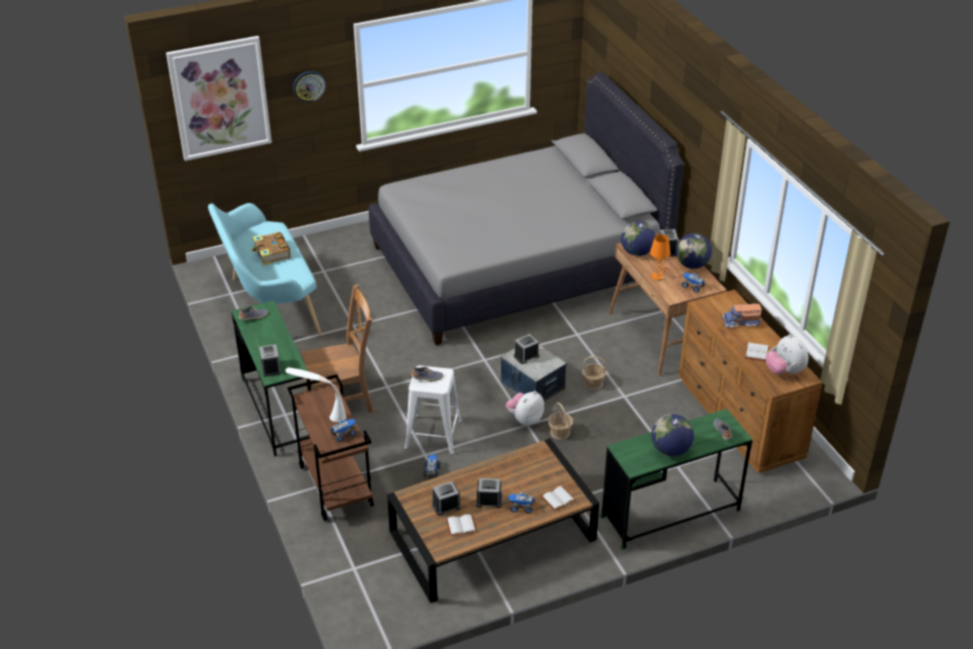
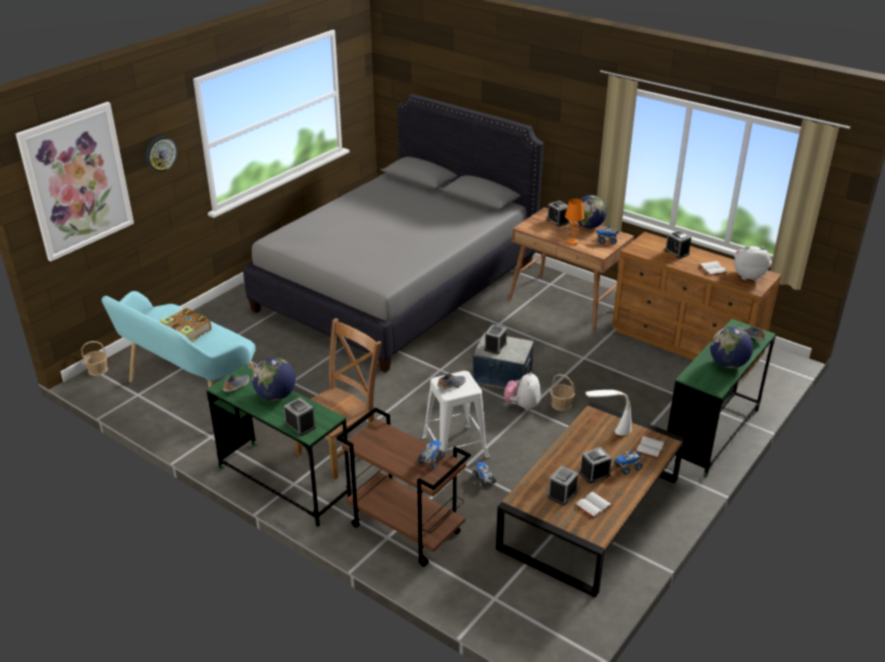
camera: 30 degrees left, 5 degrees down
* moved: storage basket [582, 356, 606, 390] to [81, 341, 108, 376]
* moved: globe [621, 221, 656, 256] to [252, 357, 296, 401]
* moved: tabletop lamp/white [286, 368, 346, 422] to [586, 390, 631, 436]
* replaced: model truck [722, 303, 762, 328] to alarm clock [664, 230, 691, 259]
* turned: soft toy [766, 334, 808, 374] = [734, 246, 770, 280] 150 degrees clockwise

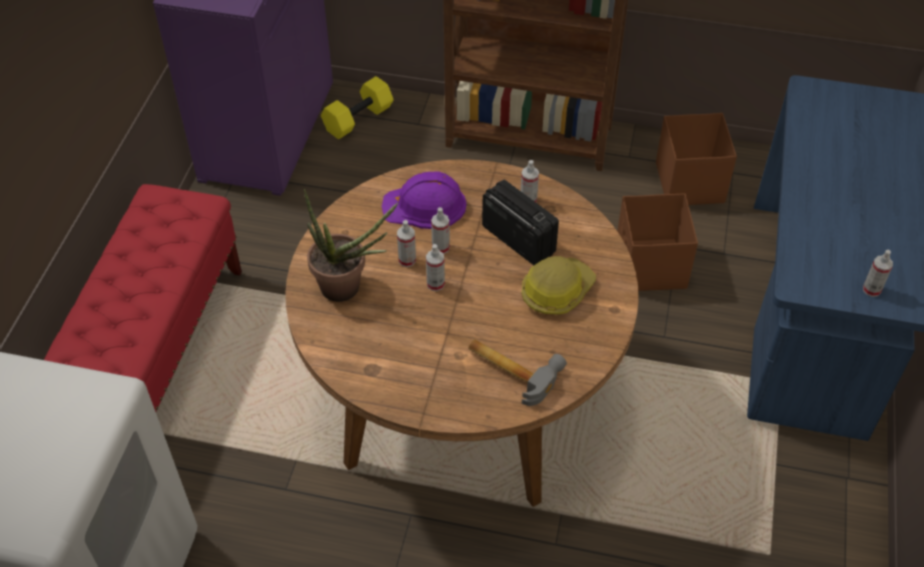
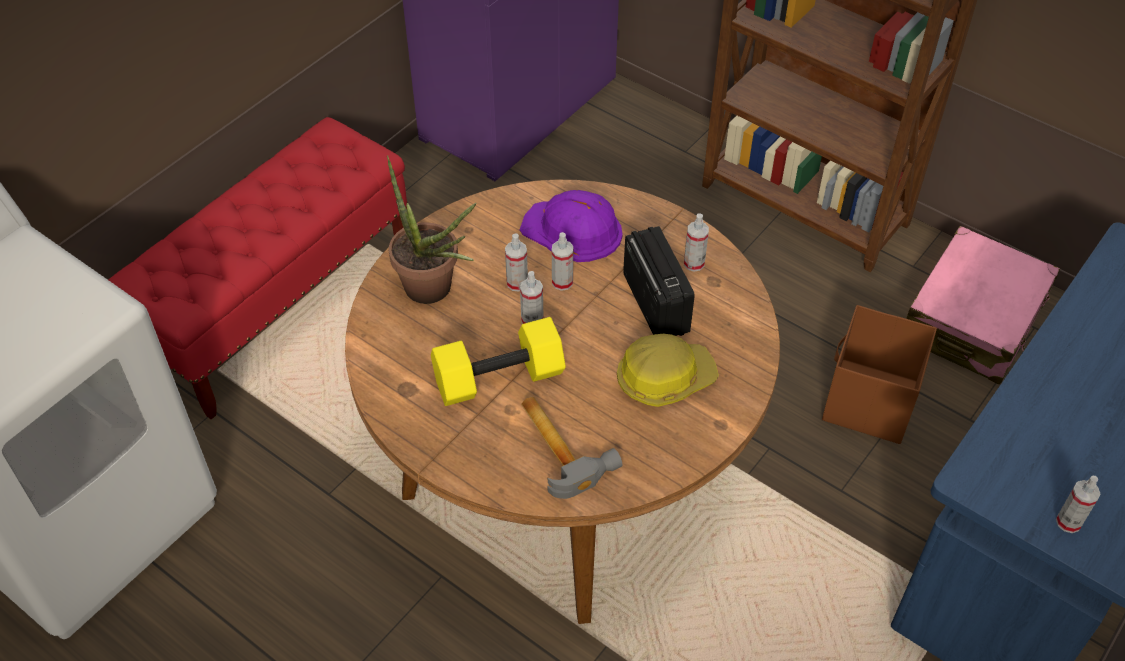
camera: 25 degrees right, 0 degrees up
* moved: dumbbell/yellow-coloured [321, 76, 394, 139] to [431, 317, 566, 406]
* replaced: storage bin/brown-coloured [656, 113, 737, 205] to suitcase/pinkish [906, 226, 1060, 384]

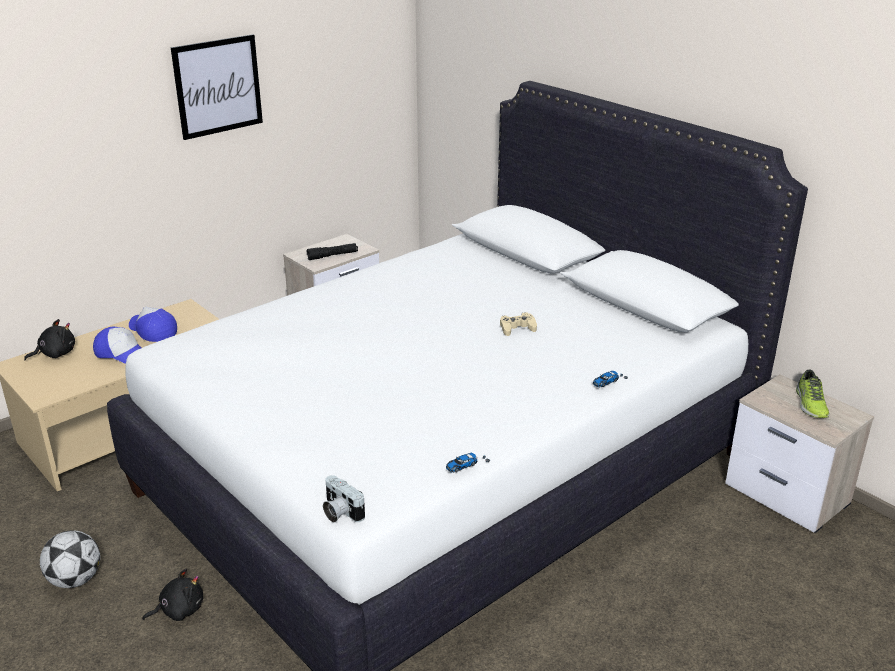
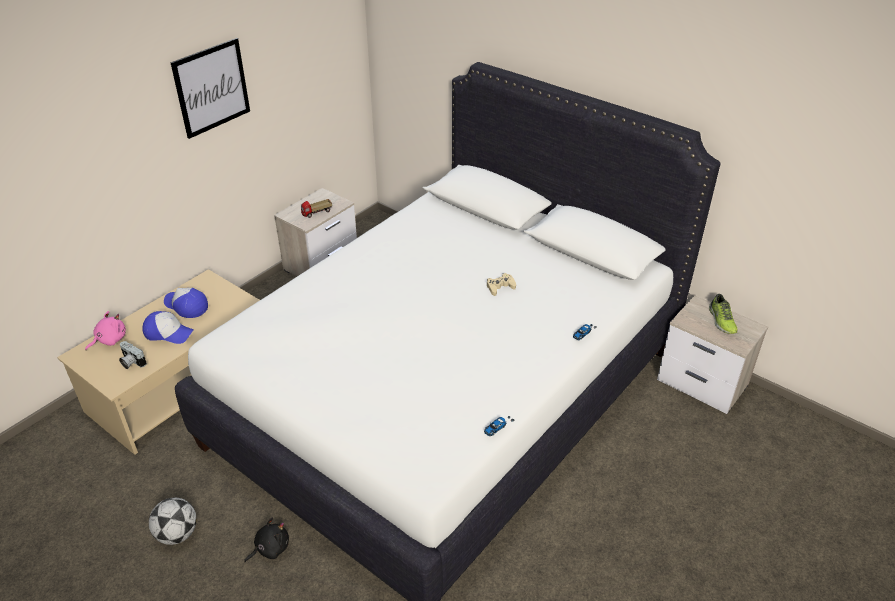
camera: 10 degrees left, 10 degrees up
* recoloured: soft toy/black [24, 319, 75, 361] to soft toy/pinkish [85, 311, 126, 351]
* moved: photo camera [323, 475, 365, 523] to [119, 341, 147, 369]
* replaced: torch/black [307, 243, 358, 260] to model truck [301, 199, 332, 218]

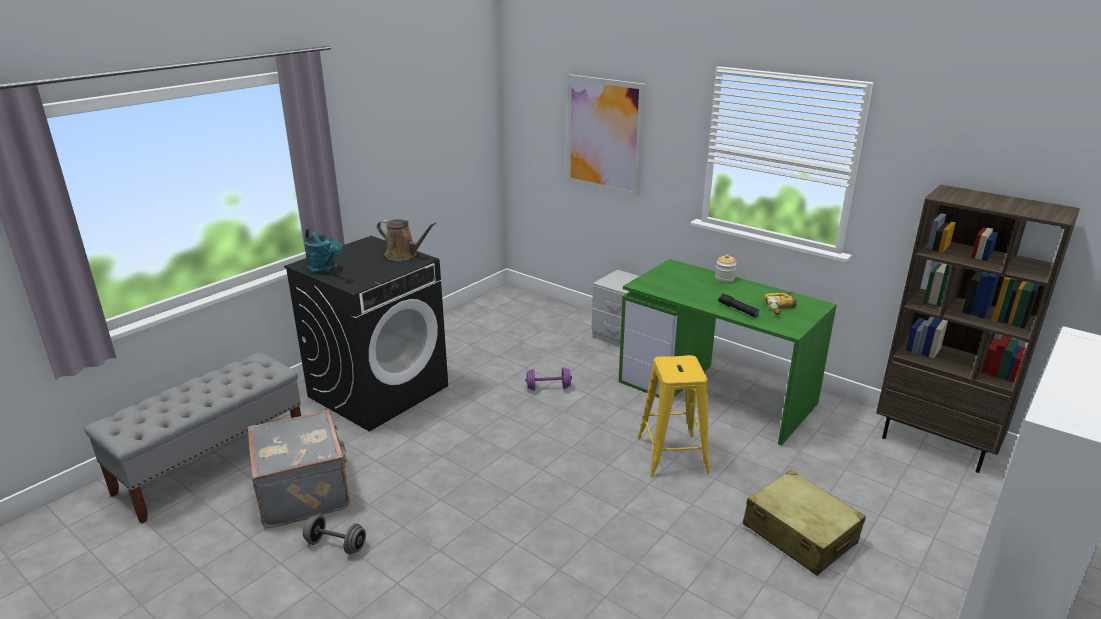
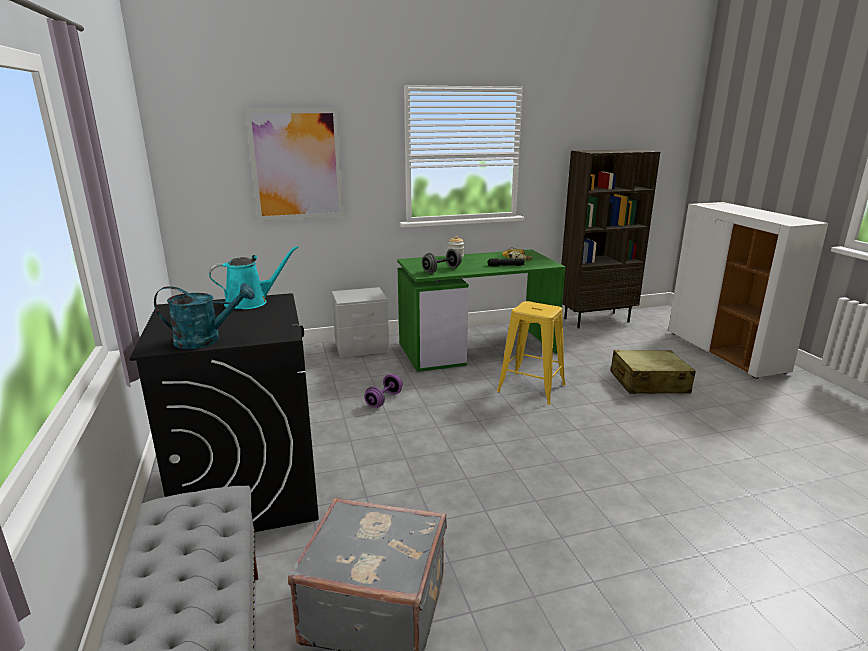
camera: 55 degrees left, 5 degrees down
* recoloured: watering can/brown-coloured [377, 219, 437, 261] to watering can/turquoise-coloured [209, 246, 298, 309]
* moved: dumbbell/greyish [303, 515, 366, 554] to [421, 249, 462, 273]

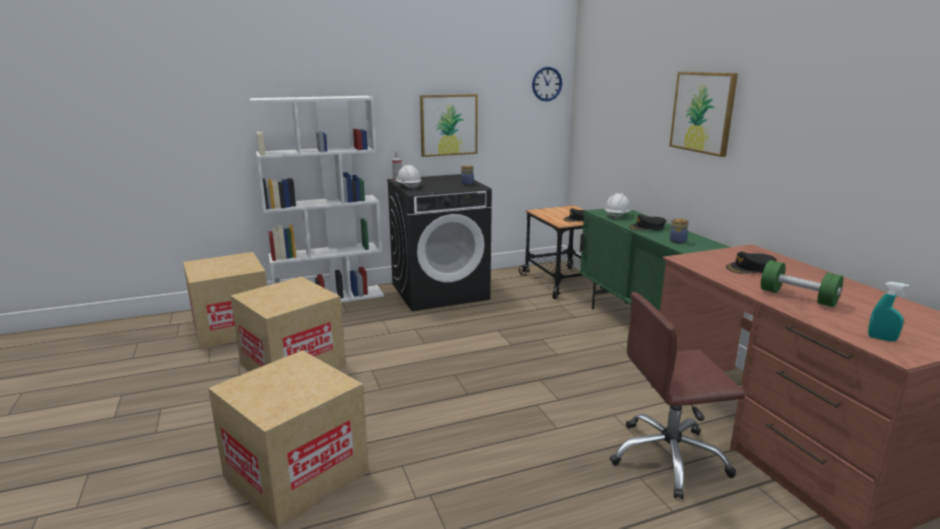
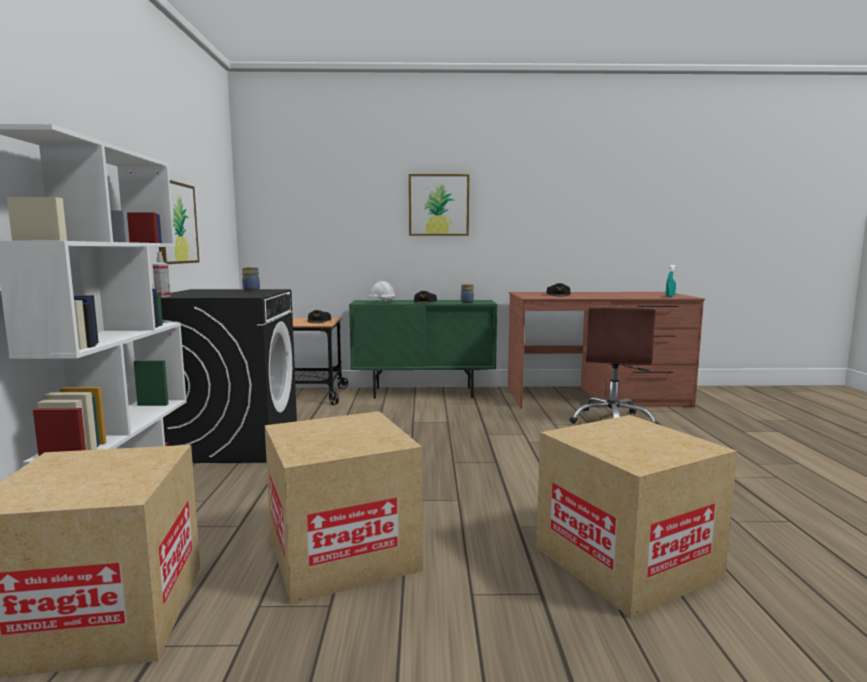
camera: 70 degrees left, 10 degrees down
* removed: safety helmet/white [396, 165, 422, 190]
* removed: hanging clock [532, 67, 562, 101]
* removed: dumbbell/green [761, 260, 843, 307]

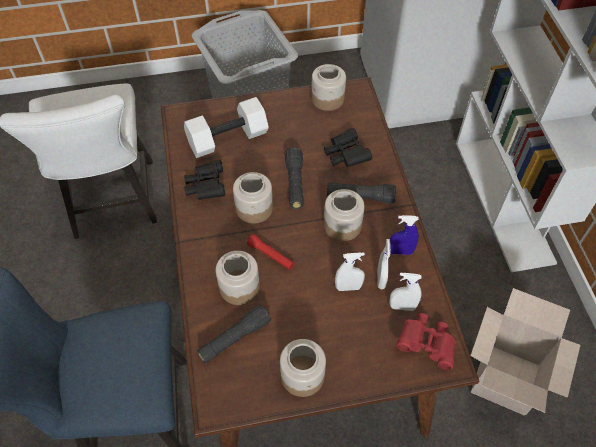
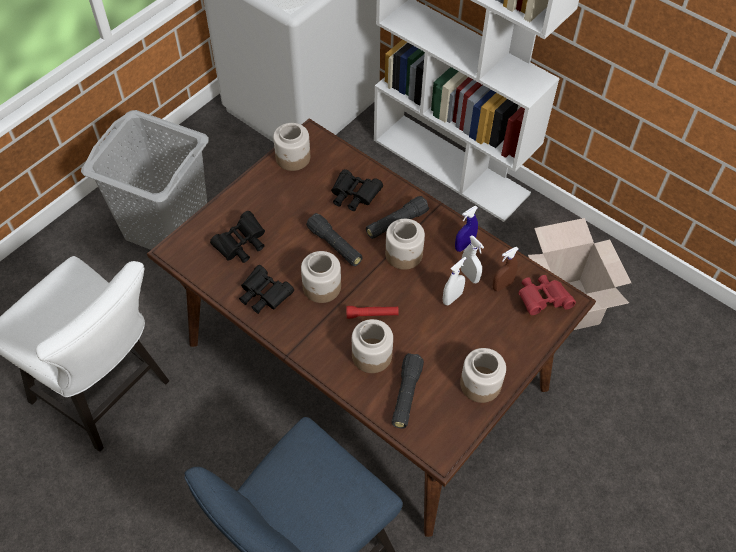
camera: 40 degrees left, 0 degrees up
* replaced: dumbbell/white [184, 97, 269, 158] to pair of binoculars/black [210, 211, 265, 263]
* recoloured: hand sprayer/white [389, 273, 422, 311] to hand sprayer/brown-coloured [493, 247, 519, 291]

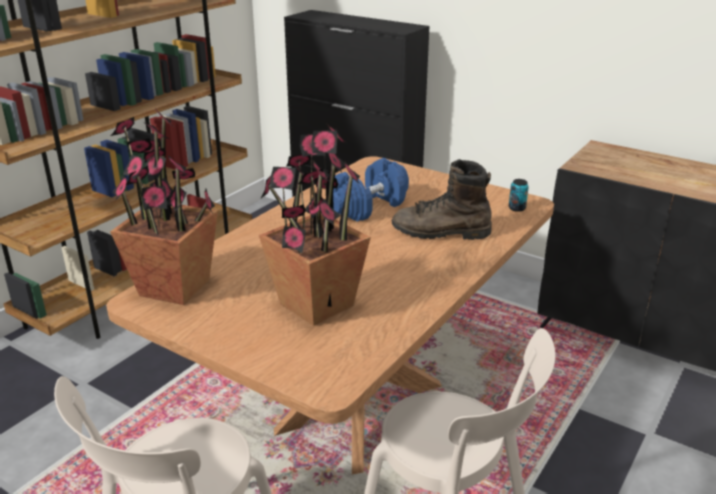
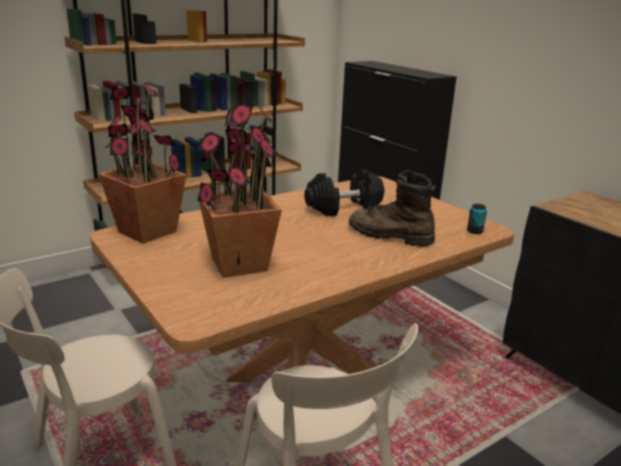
camera: 20 degrees right, 5 degrees down
* recoloured: dumbbell/blue-coloured [333, 158, 409, 222] to dumbbell/black [304, 169, 384, 216]

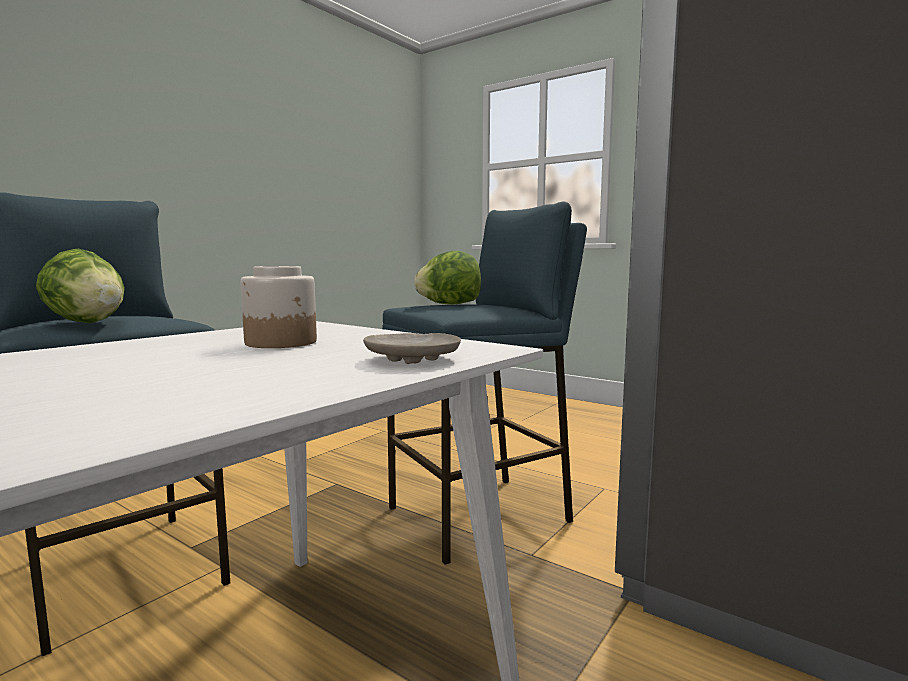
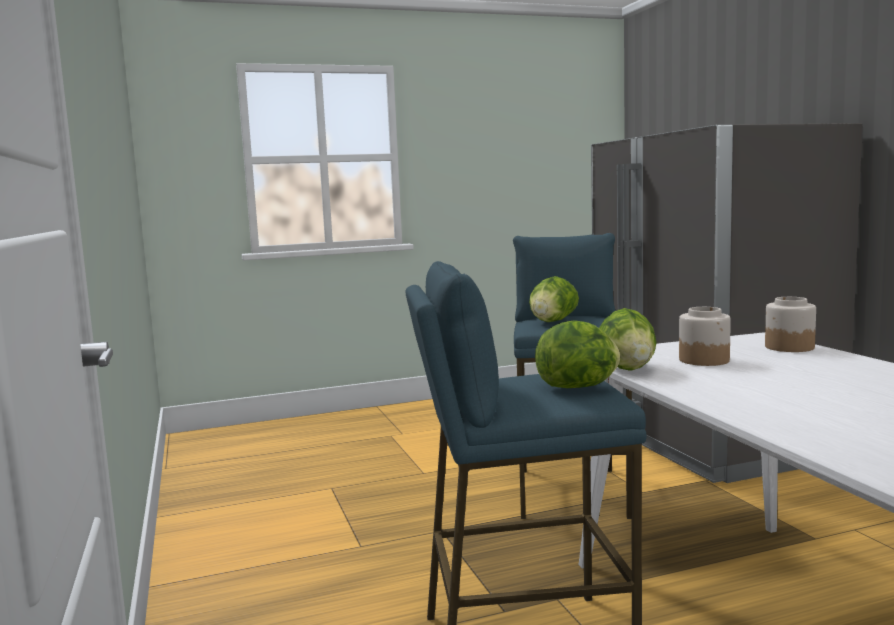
camera: 55 degrees left, 0 degrees up
* added: head of lettuce [599, 308, 657, 371]
* replaced: plate/beige [363, 333, 461, 364] to storage jar [765, 297, 816, 352]

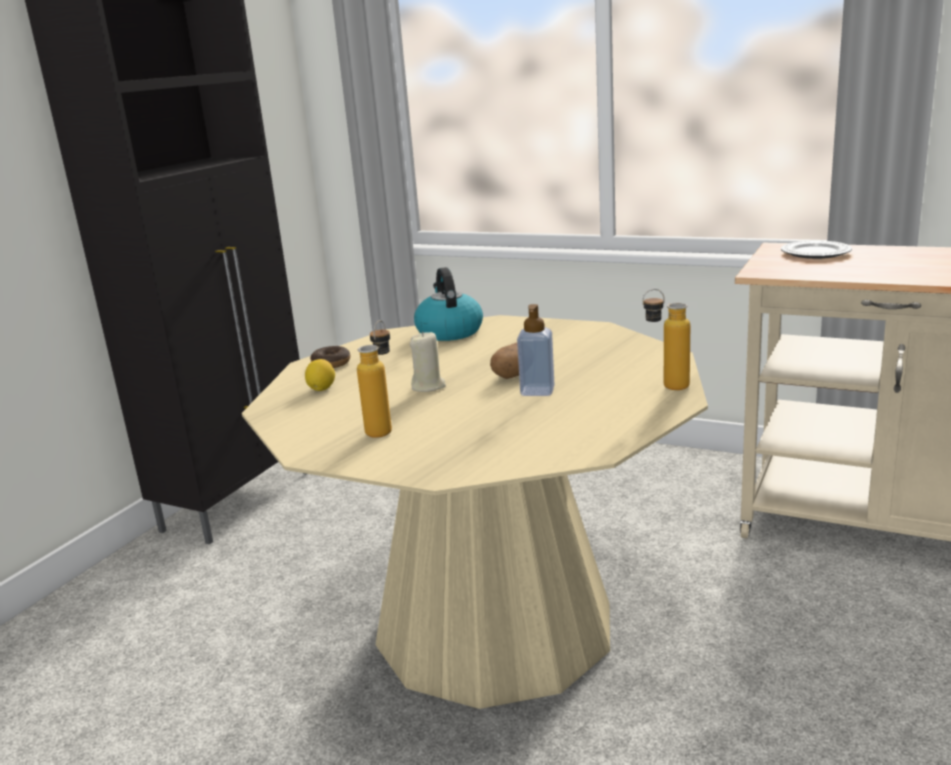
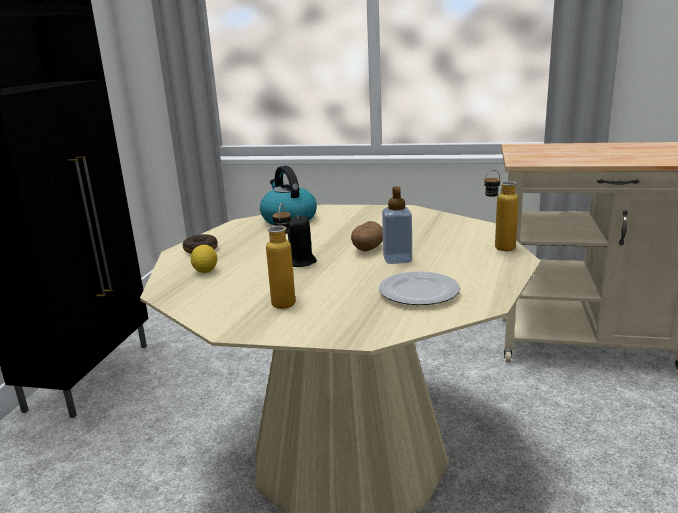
camera: 15 degrees left, 0 degrees up
* recoloured: candle/beige [410, 331, 446, 392] to candle/black [288, 215, 317, 267]
* moved: plate [781, 241, 852, 259] to [379, 271, 460, 305]

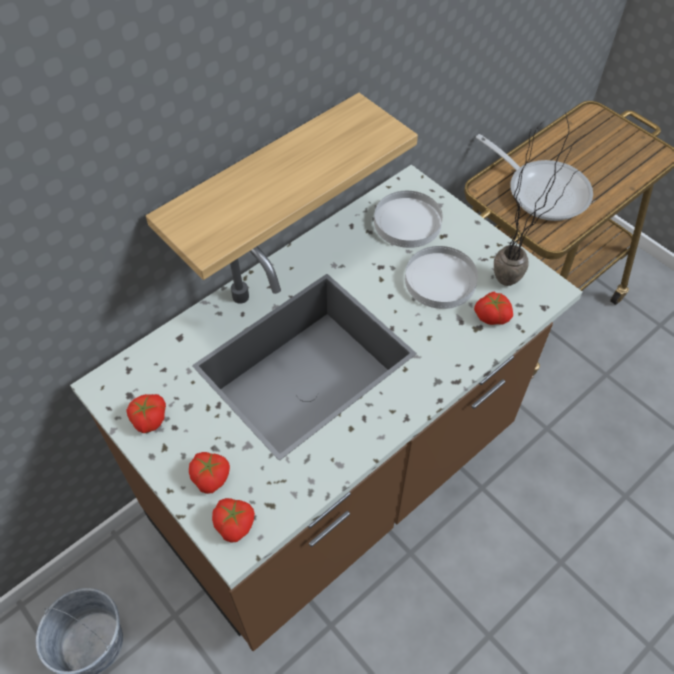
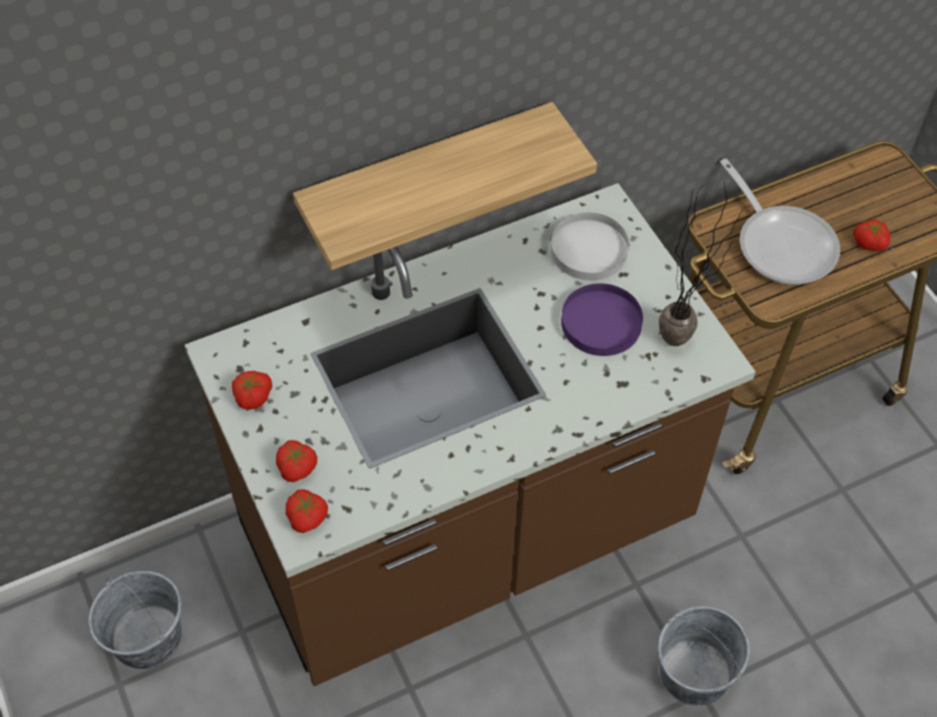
camera: 15 degrees right, 0 degrees up
* recoloured: plate/white [405, 246, 478, 309] to plate/purple [561, 283, 643, 356]
* added: pail/greyish [657, 606, 750, 706]
* moved: fresh tomato [474, 292, 513, 325] to [853, 219, 890, 252]

